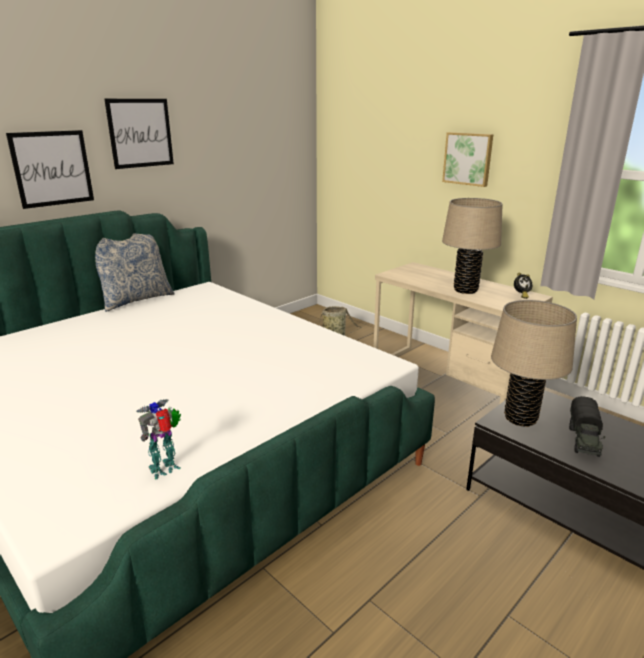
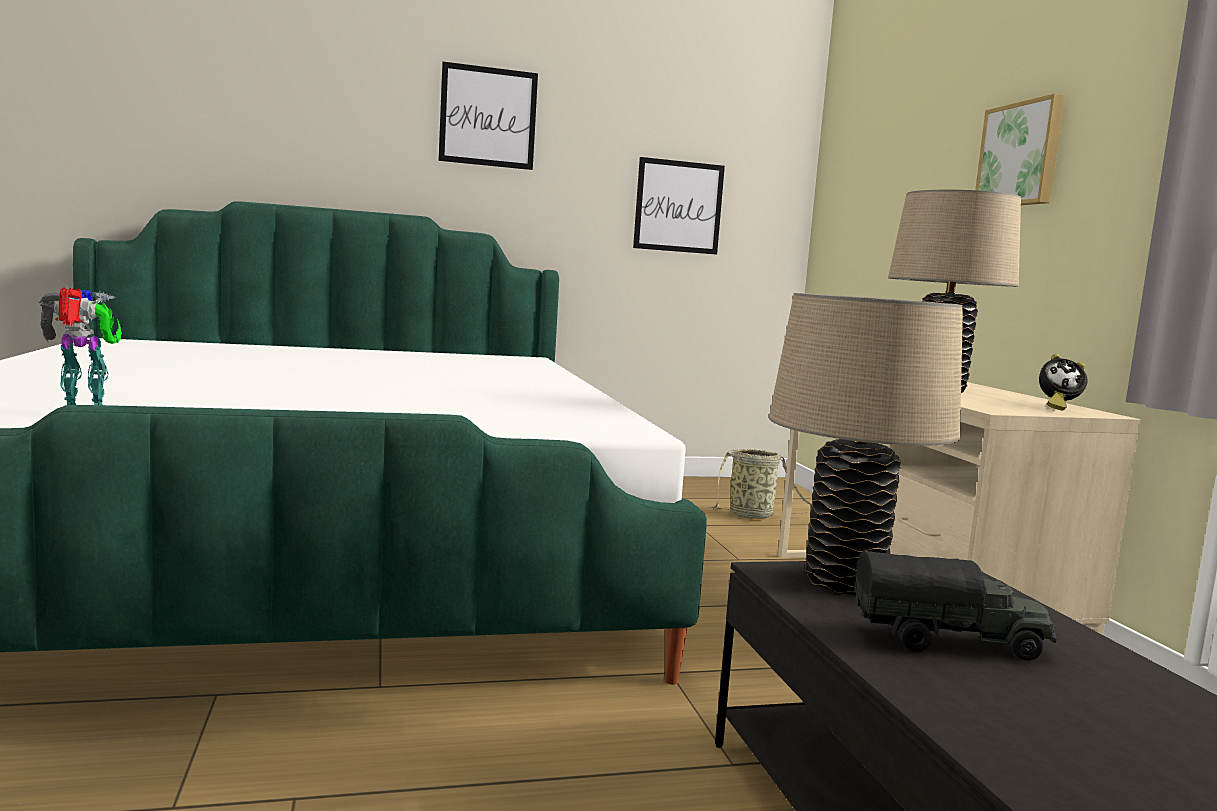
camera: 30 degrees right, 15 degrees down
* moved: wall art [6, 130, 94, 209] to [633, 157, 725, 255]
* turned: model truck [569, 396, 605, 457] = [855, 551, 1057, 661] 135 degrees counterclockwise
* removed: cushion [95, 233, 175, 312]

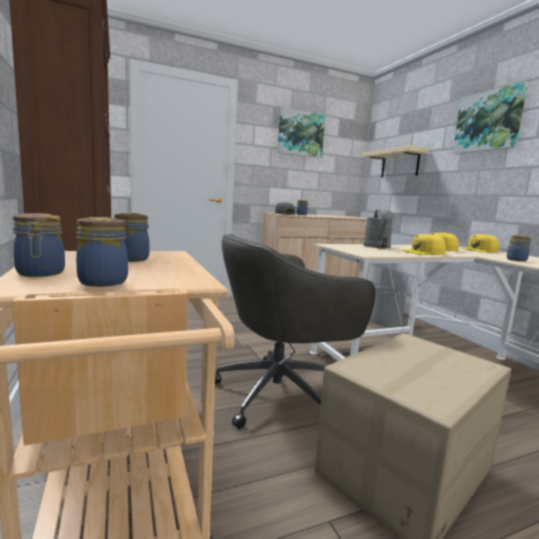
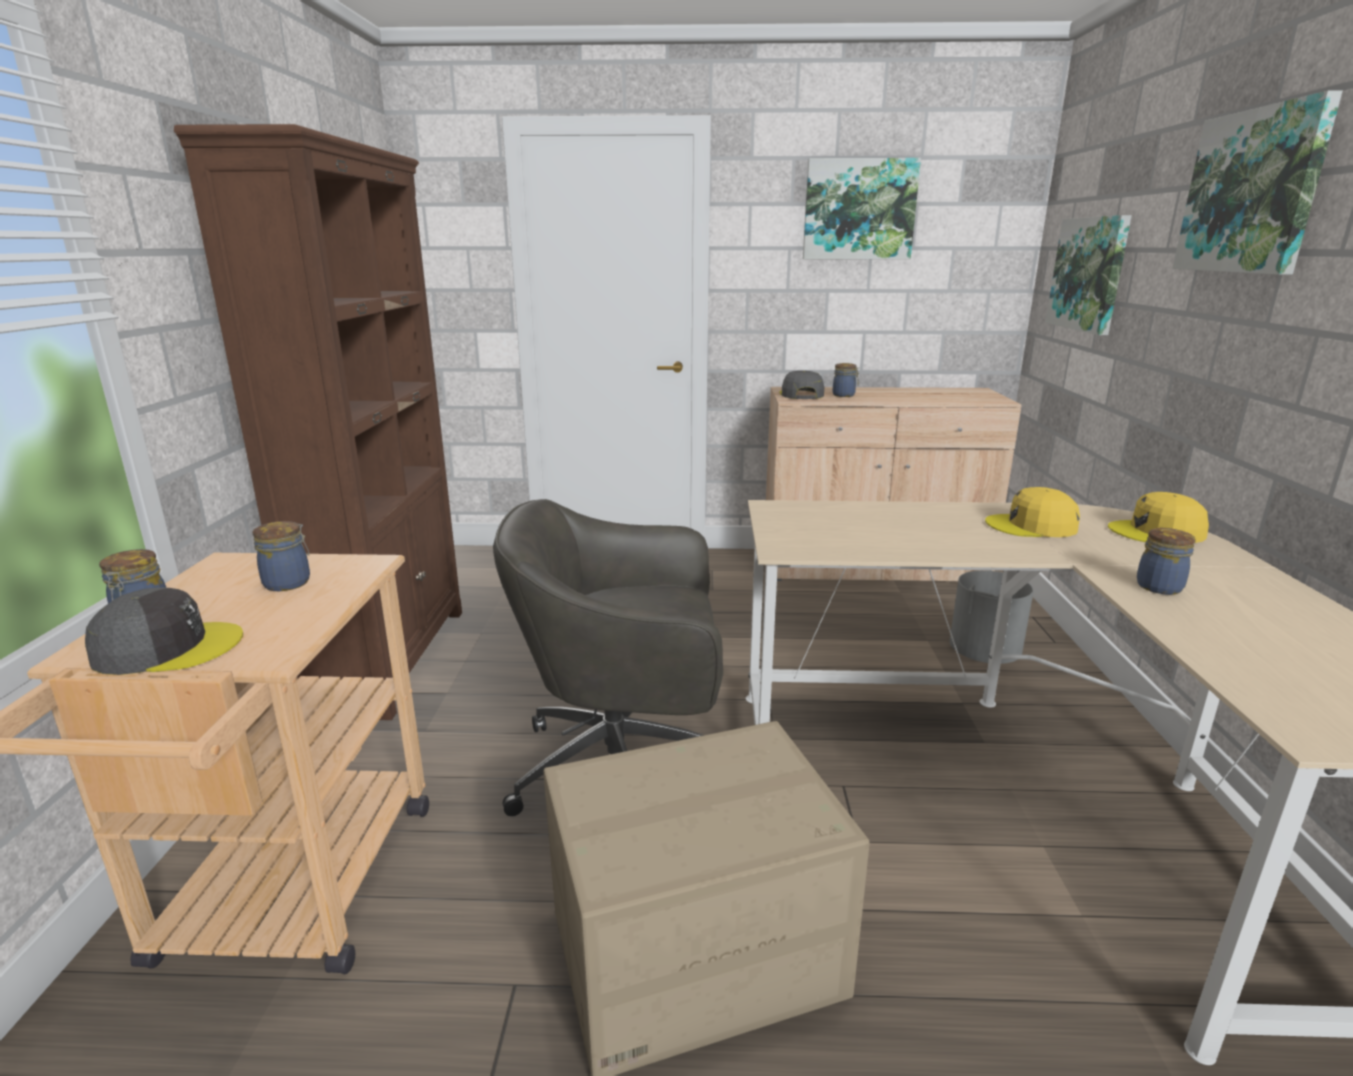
camera: 25 degrees right, 10 degrees up
* replaced: storage jar [76, 217, 128, 287] to peaked cap/greyish [85, 587, 243, 675]
* replaced: shelf/beige [361, 146, 428, 177] to wall art [1045, 215, 1132, 335]
* removed: watering can/greyish [364, 210, 394, 248]
* removed: peaked cap/yellow-coloured [402, 234, 446, 255]

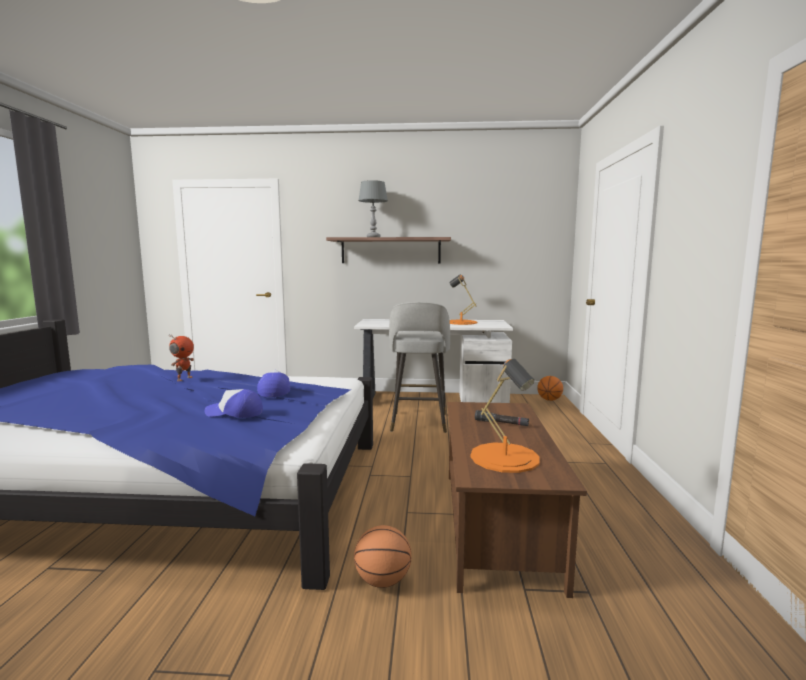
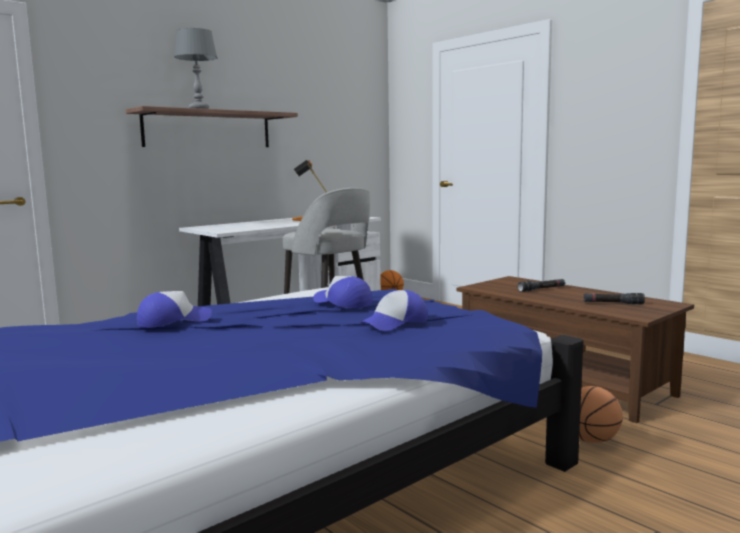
camera: 45 degrees left, 0 degrees up
* replaced: robot figure [169, 335, 194, 381] to peaked cap [137, 291, 212, 328]
* replaced: tabletop lamp/orange [470, 359, 540, 473] to torch/black [583, 293, 645, 304]

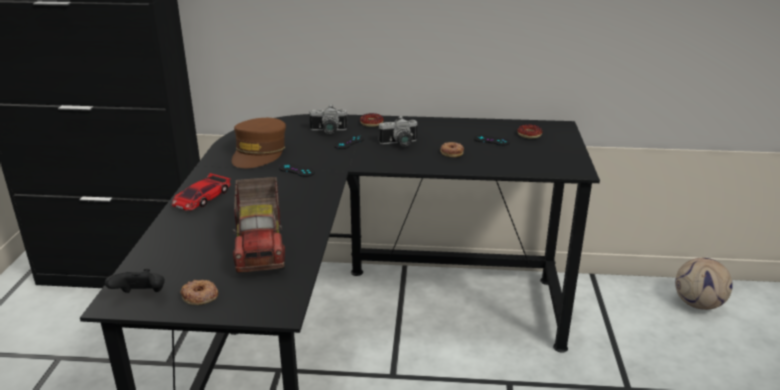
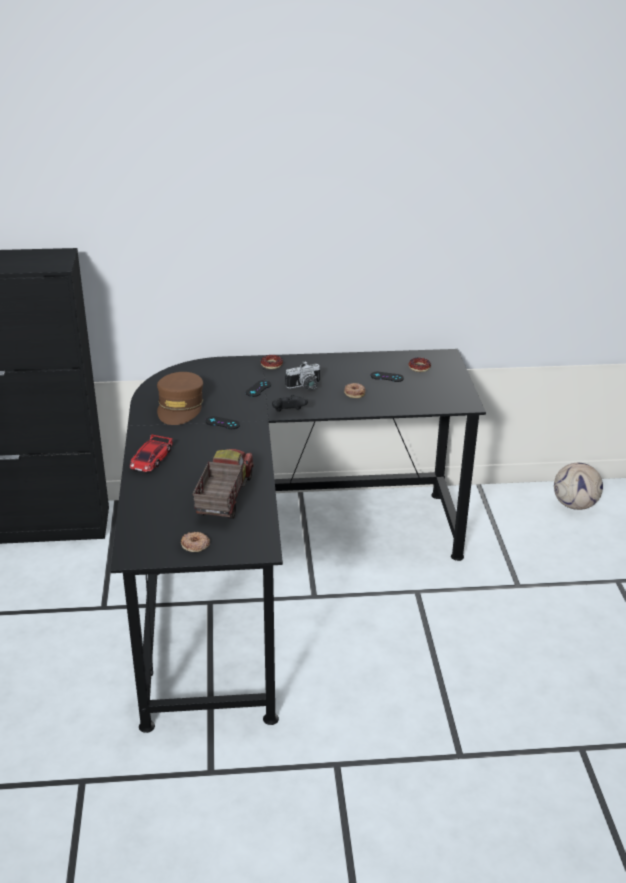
camera: 10 degrees left, 5 degrees up
* turned: model truck [233, 177, 285, 273] = [193, 449, 254, 519] 150 degrees counterclockwise
* moved: gamepad/black [105, 269, 165, 293] to [272, 395, 308, 412]
* removed: photo camera [309, 104, 348, 134]

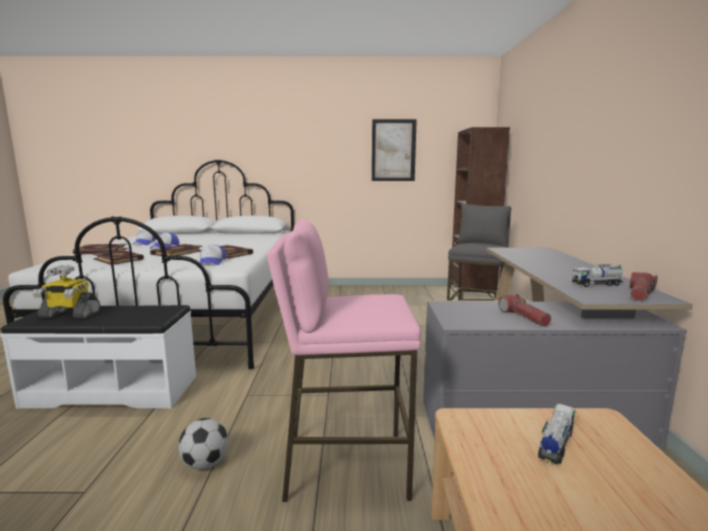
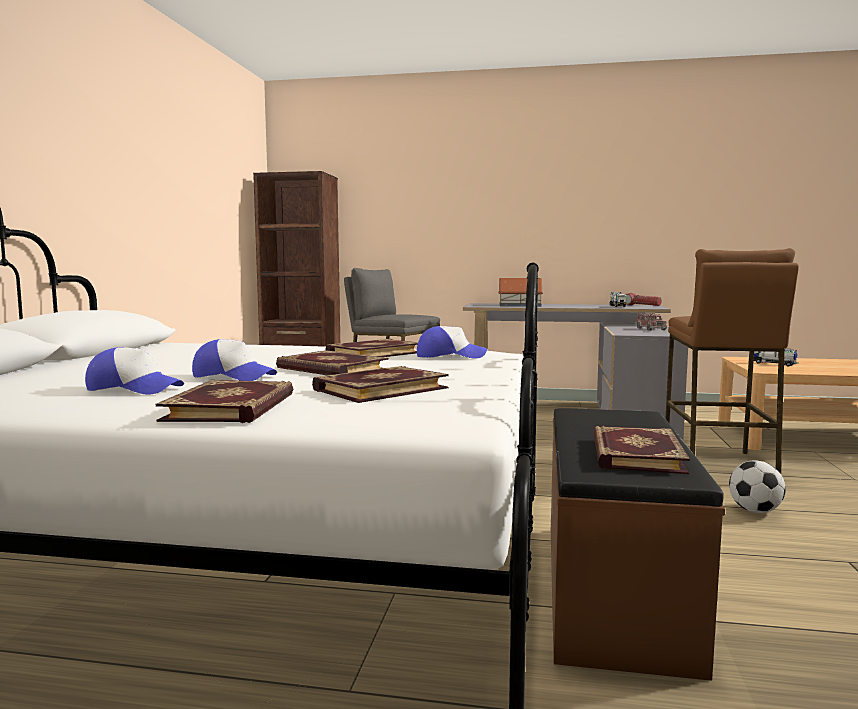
camera: 80 degrees left, 5 degrees down
* added: model house [498, 278, 543, 307]
* recoloured: indoor bench/white [0, 305, 196, 409] to indoor bench/brown-coloured [551, 408, 725, 681]
* replaced: robot figure [33, 265, 100, 318] to book [593, 426, 690, 474]
* replaced: torch [498, 294, 551, 327] to model truck [635, 313, 668, 331]
* recoloured: sitting stool/pinkish [267, 219, 421, 502] to sitting stool/brown-coloured [666, 248, 799, 474]
* removed: wall art [372, 119, 417, 181]

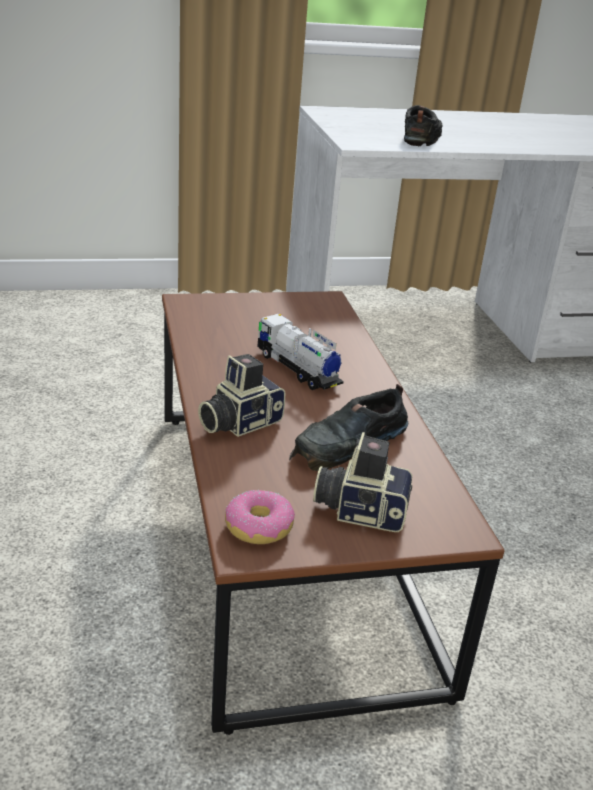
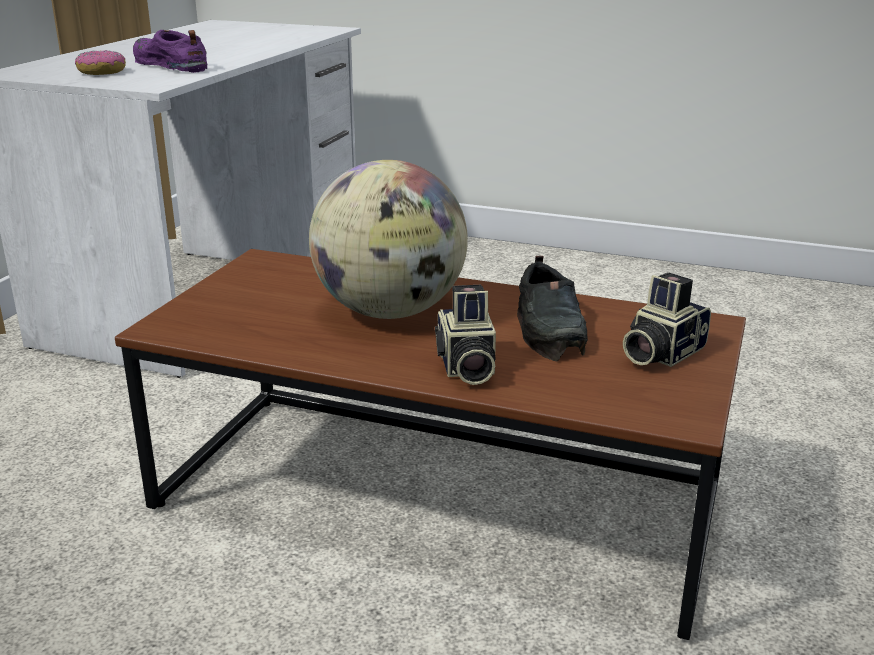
camera: 55 degrees left, 5 degrees down
* moved: doughnut [225, 490, 295, 544] to [75, 50, 126, 75]
* recoloured: shoe/black [404, 105, 442, 146] to shoe/purple [133, 30, 207, 73]
* replaced: model truck [258, 314, 344, 390] to globe [309, 160, 468, 319]

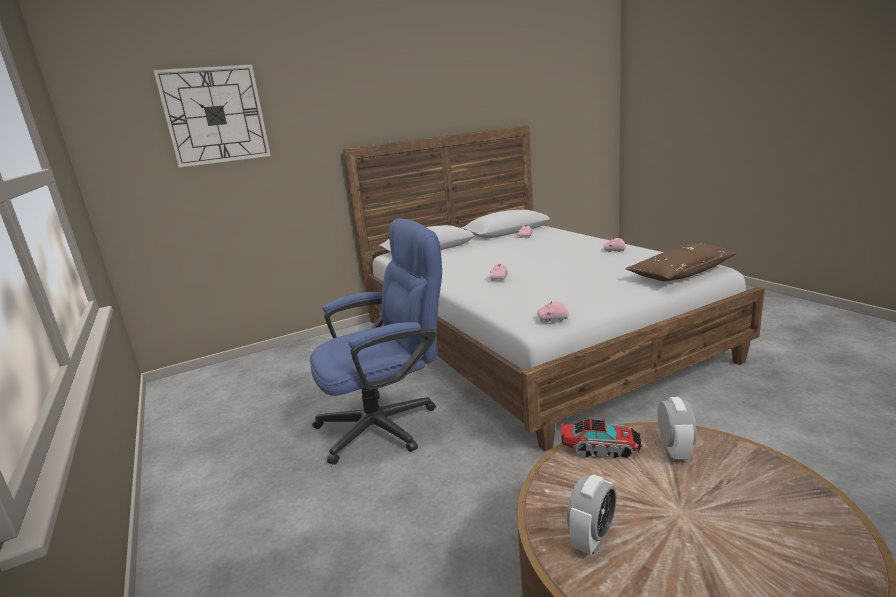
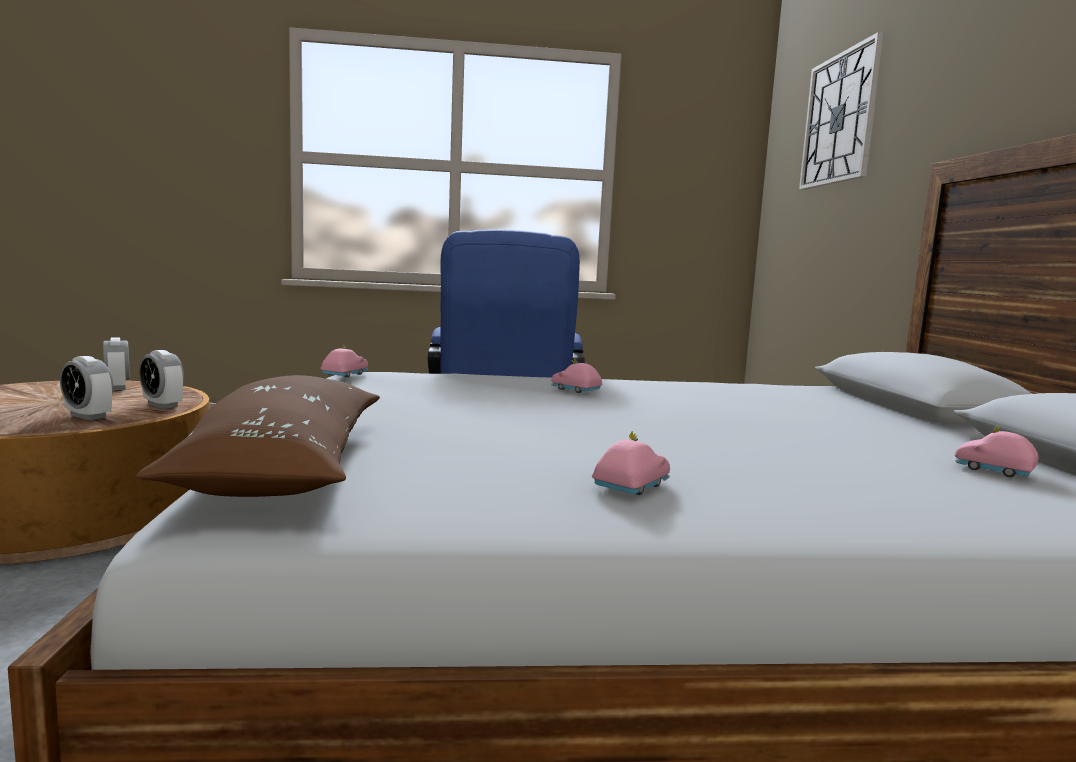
camera: 110 degrees right, 10 degrees down
* replaced: model truck [560, 418, 642, 458] to alarm clock [139, 350, 184, 409]

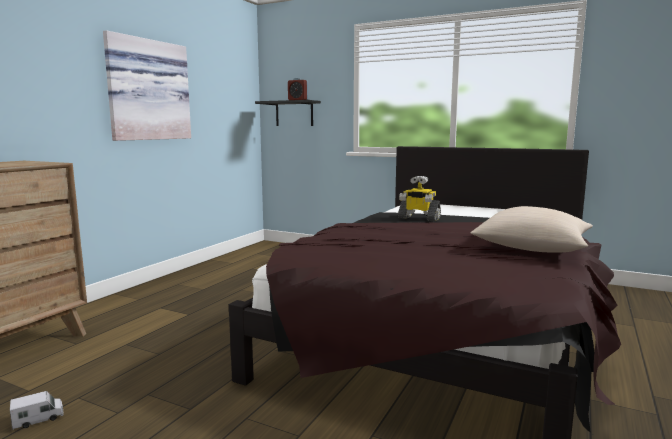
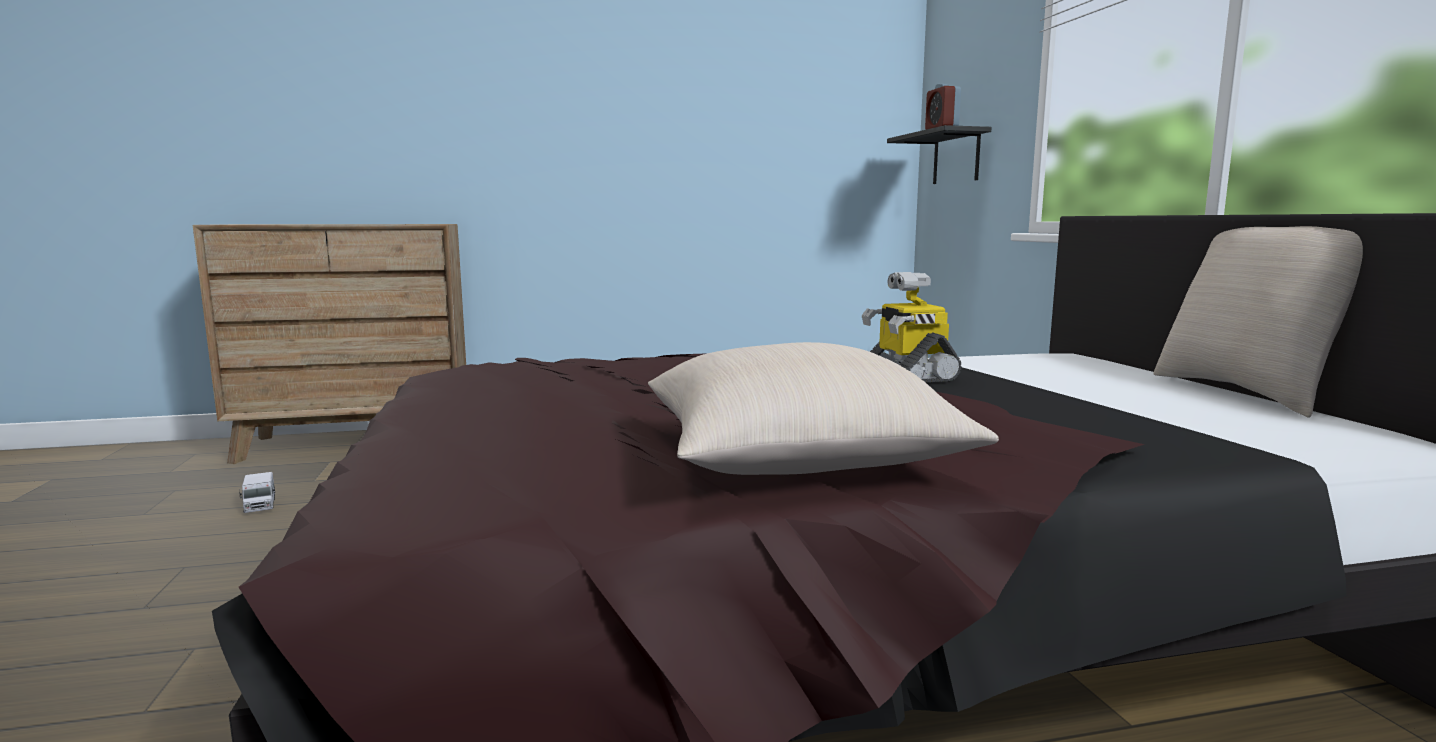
camera: 50 degrees right, 0 degrees up
* turned: model truck [10, 391, 64, 430] = [239, 472, 275, 513] 45 degrees clockwise
* added: cushion/beige [1153, 226, 1363, 418]
* removed: wall art [103, 30, 191, 141]

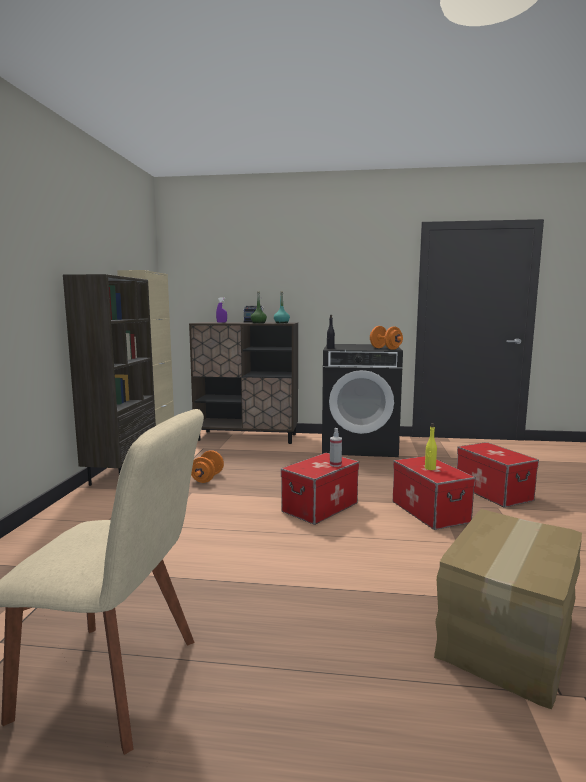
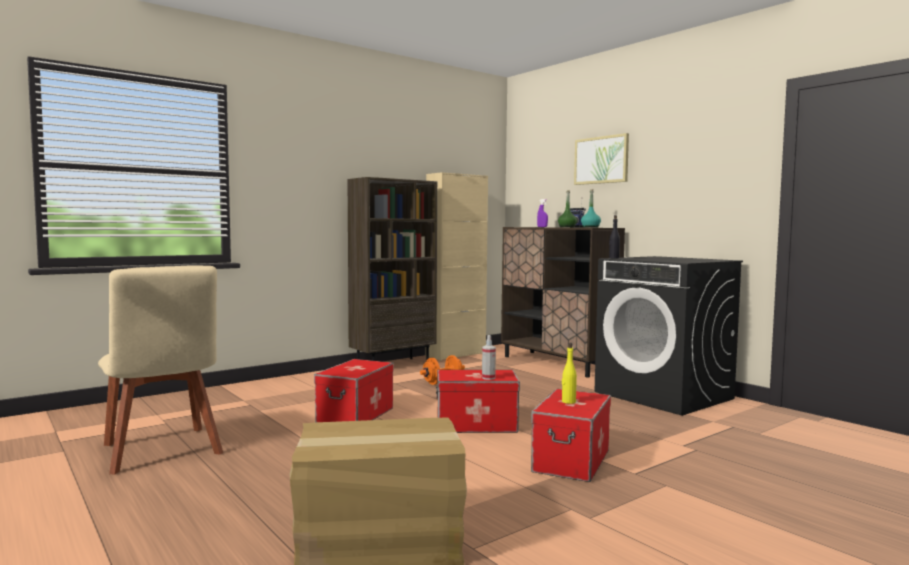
camera: 45 degrees right, 5 degrees down
* moved: storage bin [457, 442, 539, 508] to [314, 359, 394, 422]
* added: wall art [574, 133, 629, 185]
* removed: dumbbell/orange [370, 326, 403, 350]

